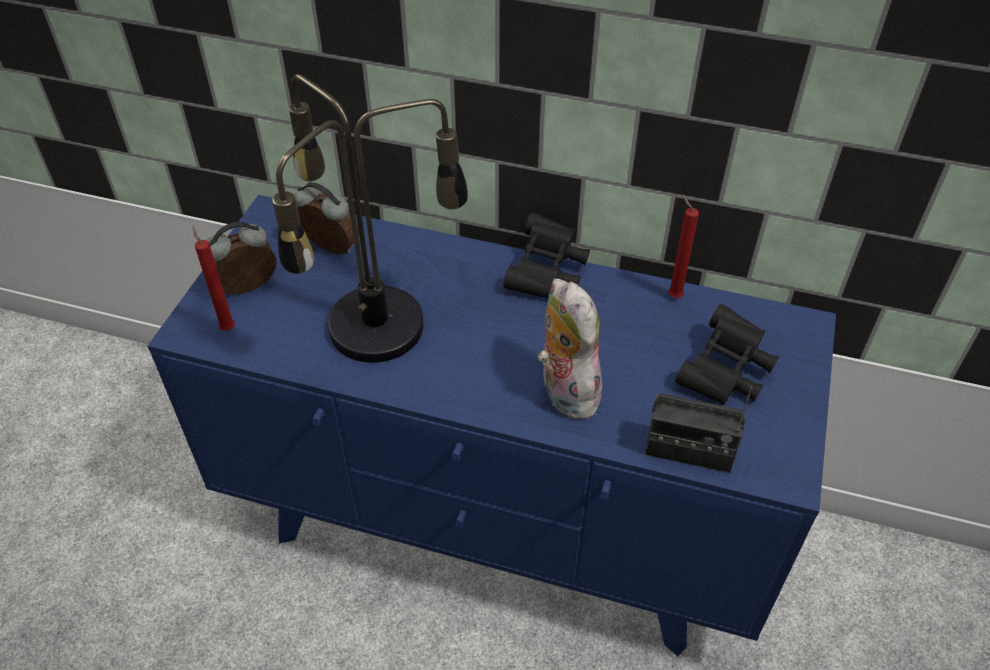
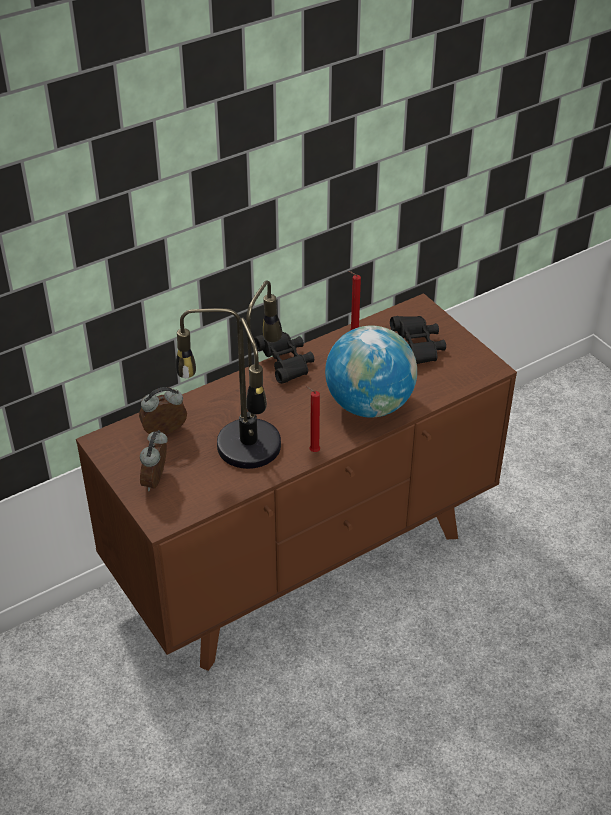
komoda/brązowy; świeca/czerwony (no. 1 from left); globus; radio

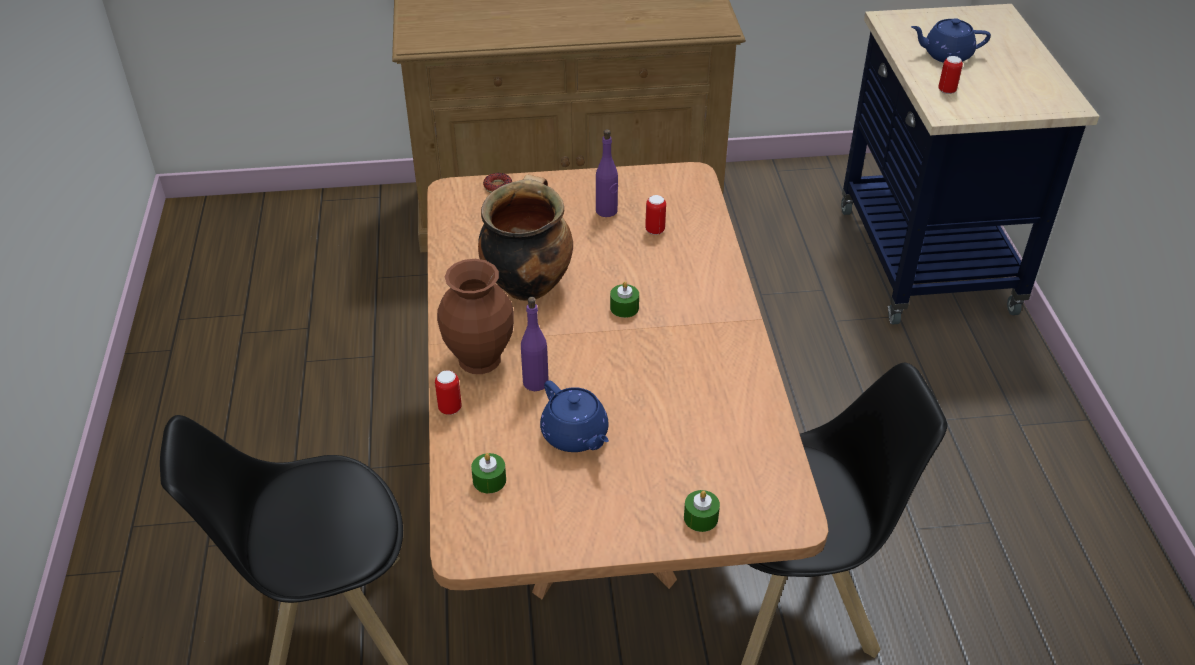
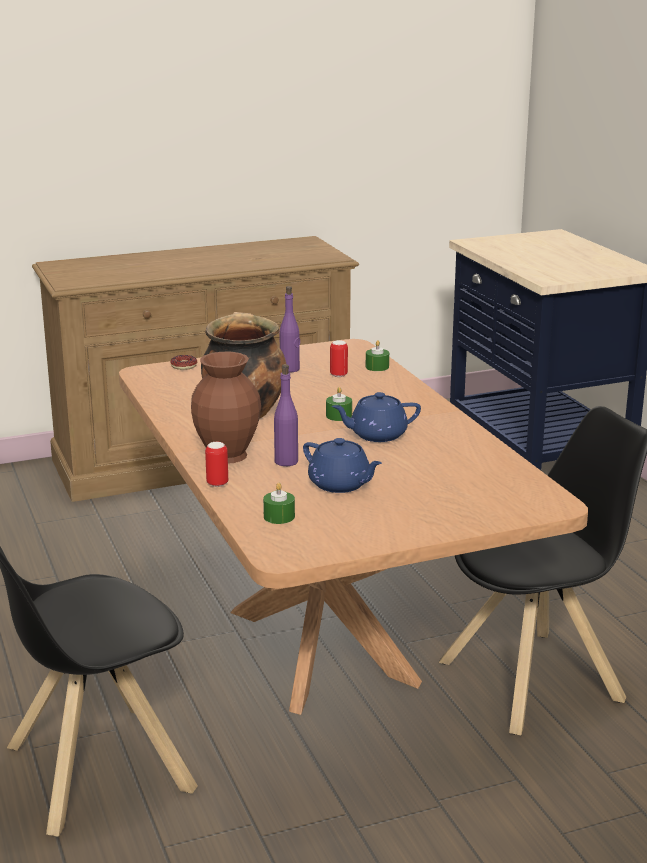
imbryk/niebieski (no. 2 from left); puszka (no. 3 from left in the first image); świeca/zielony (no. 3 from left)

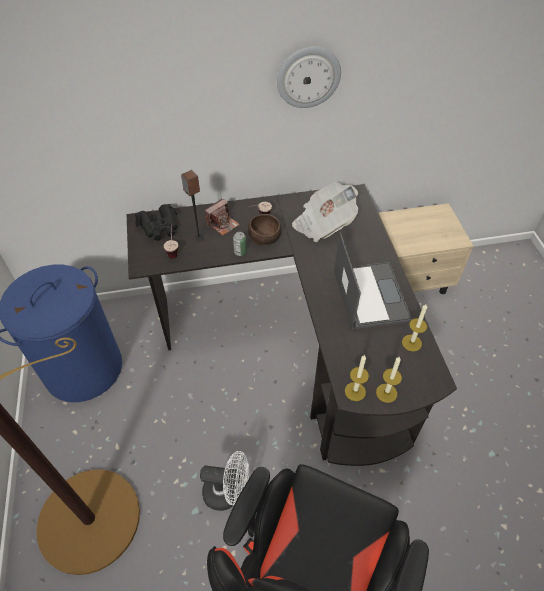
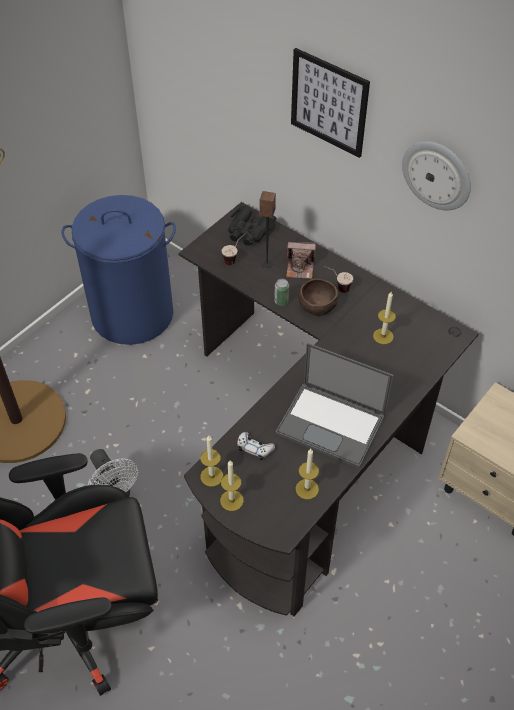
świeca (no. 4 from left); laptop; obraz; pad do gier/biały

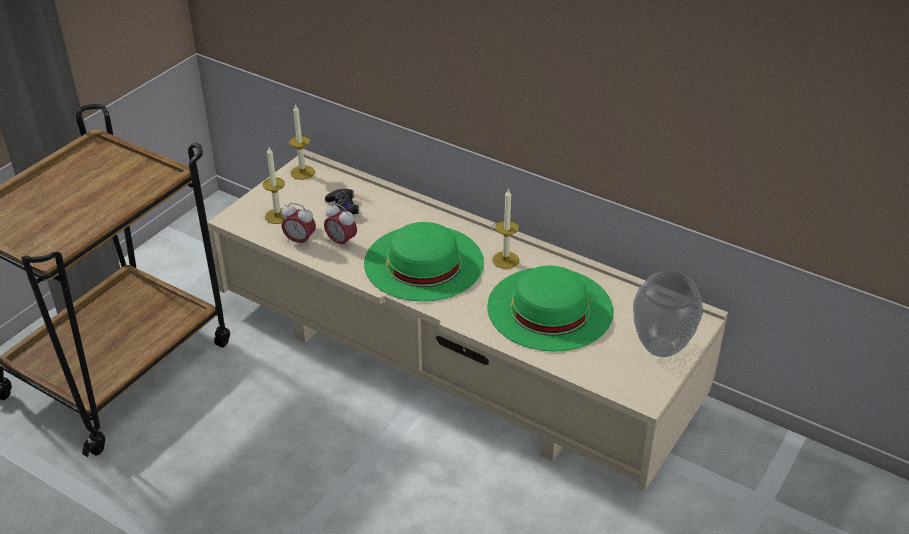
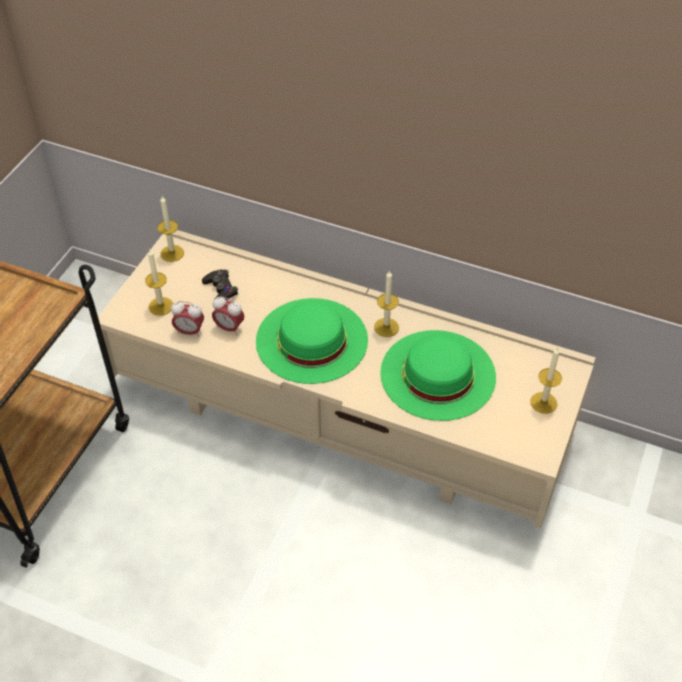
świeca (no. 4 from left)

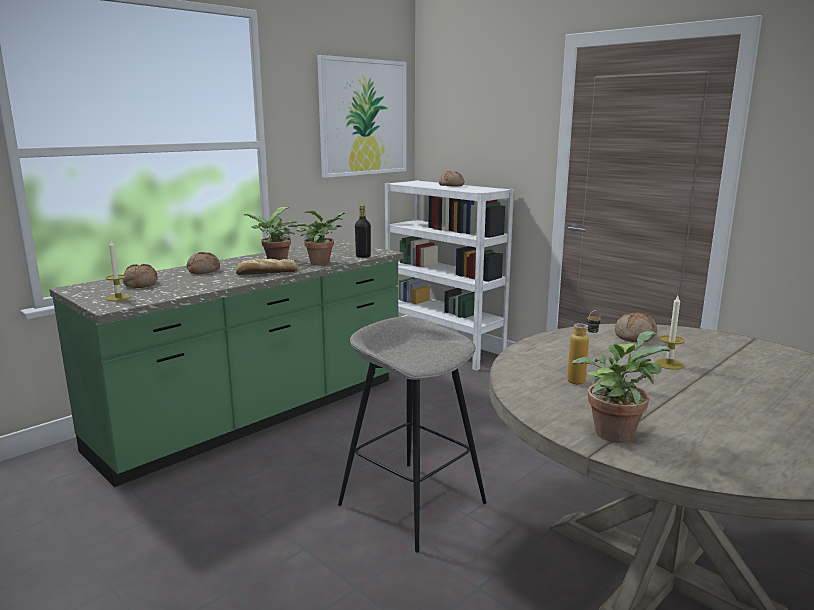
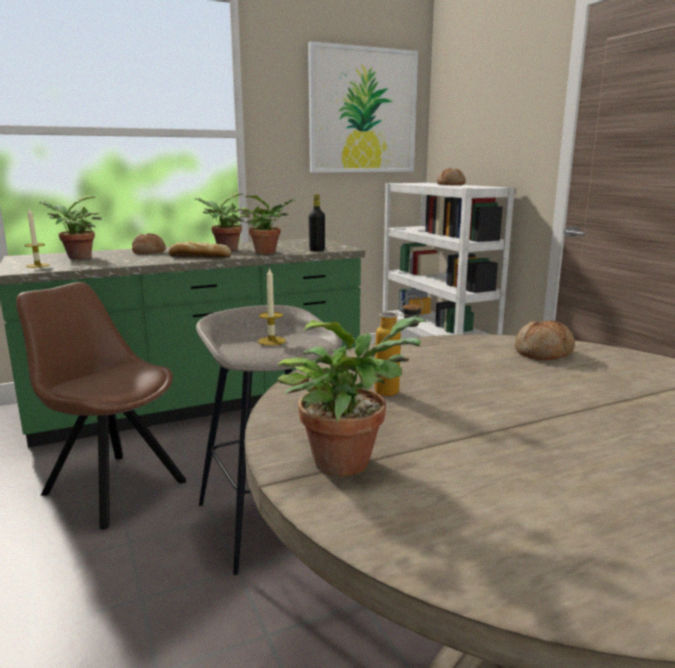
roślina doniczkowa (no. 1 from left); świeca (no. 2 from left); krzesło/brązowy

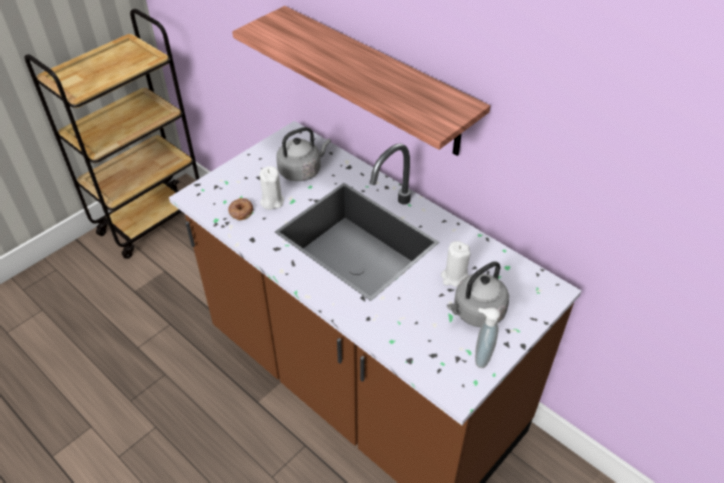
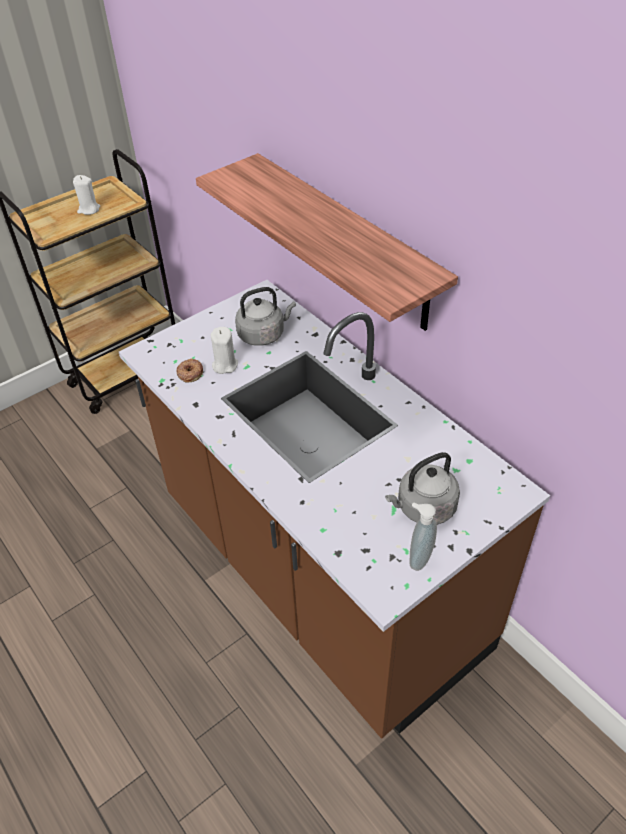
świeca/biały (no. 1 from left)

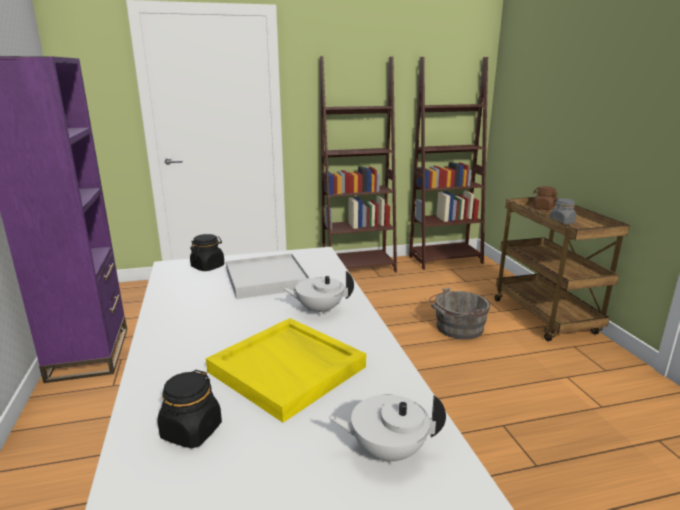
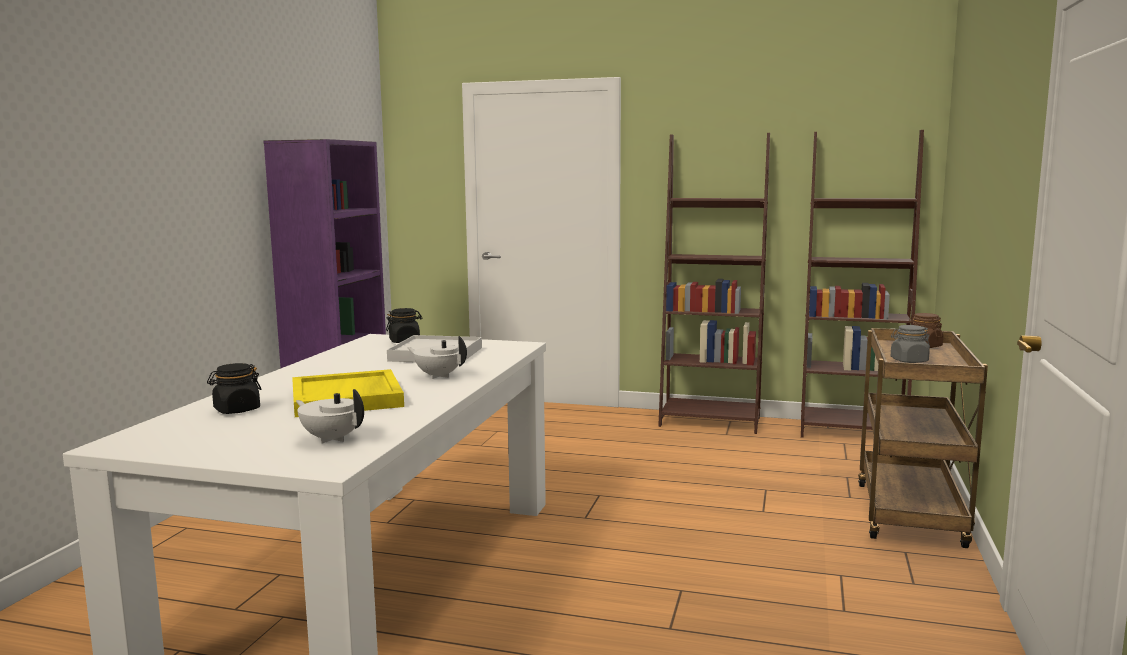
wiadro/szary

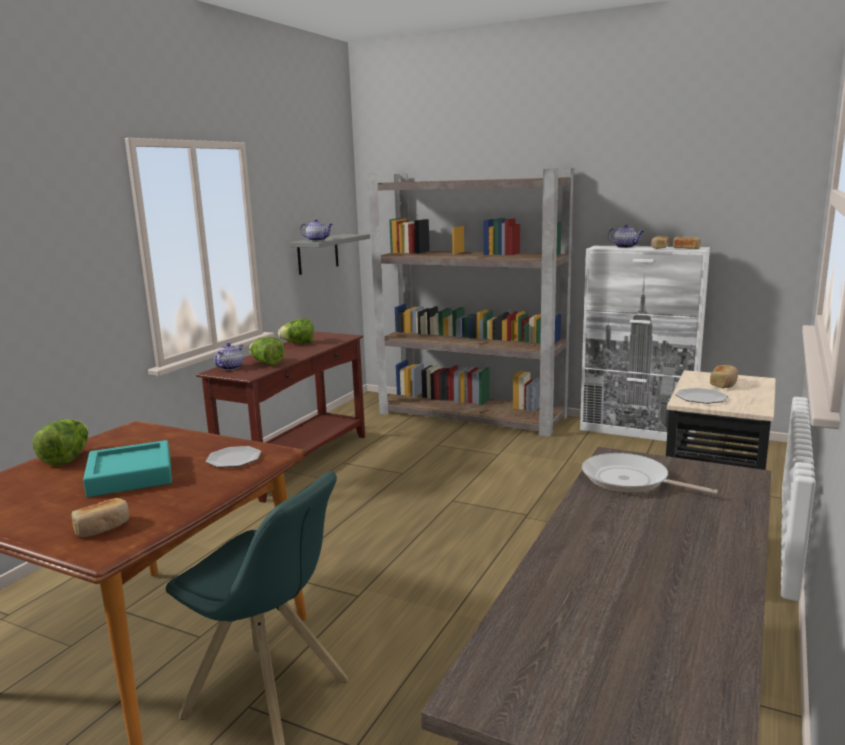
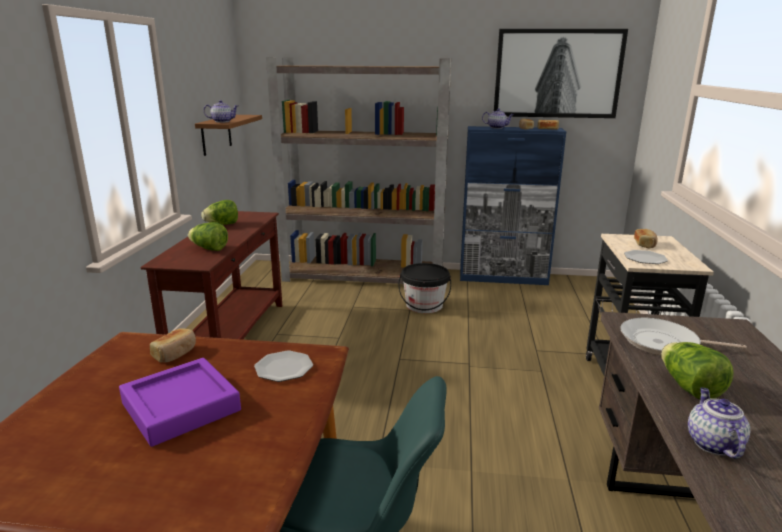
półka/brązowy; szafka/niebieski; imbryk (no. 3 from left); sałata (no. 3 from left); taca/fioletowy; chleb (no. 1 from left); obraz; wiadro/czarny

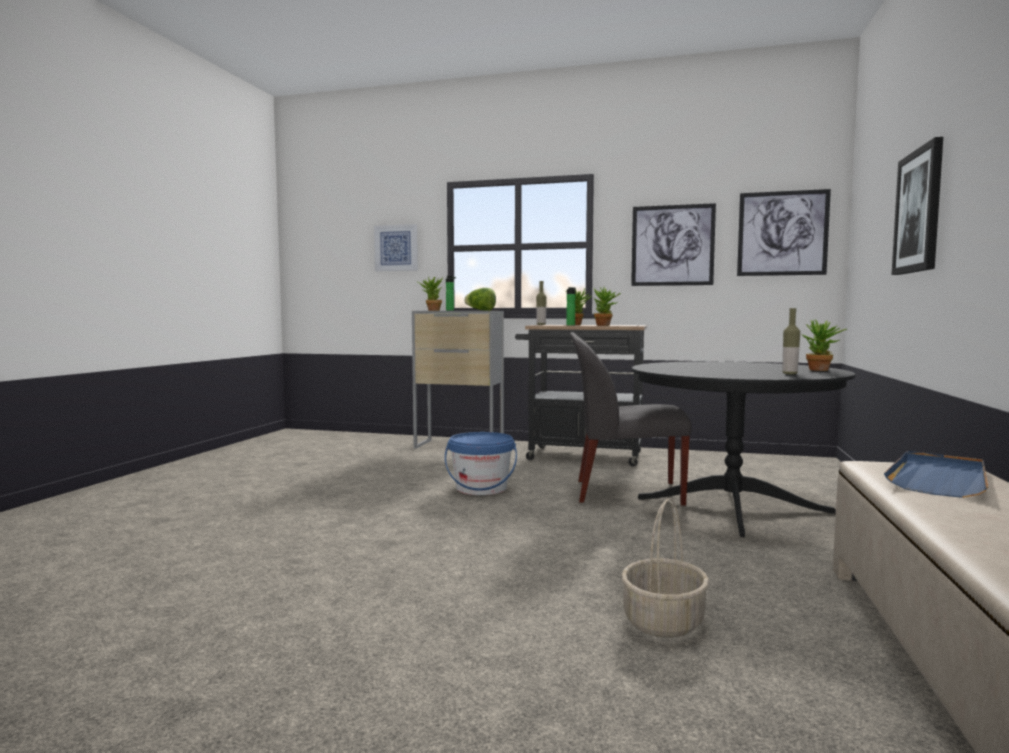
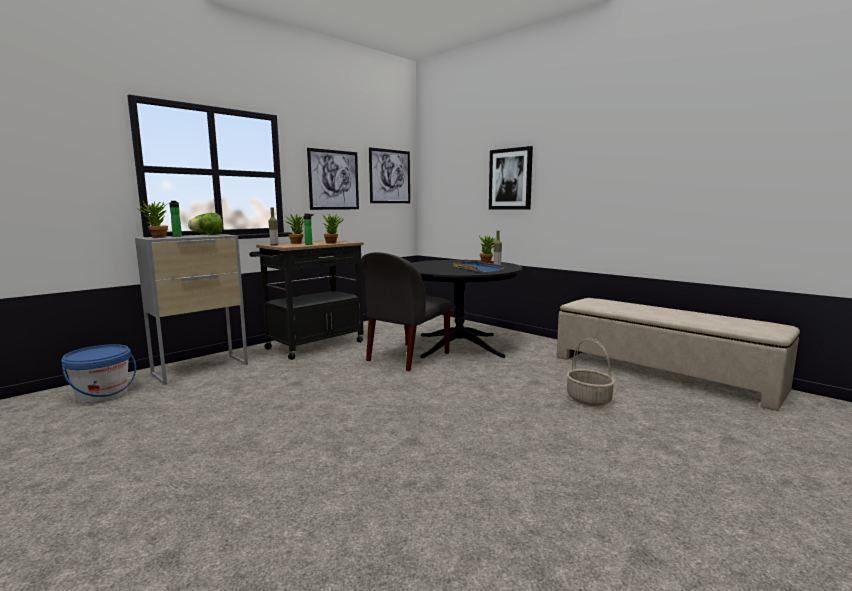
obraz (no. 1 from left in the first image); wiadro/niebieski; taca/niebieski

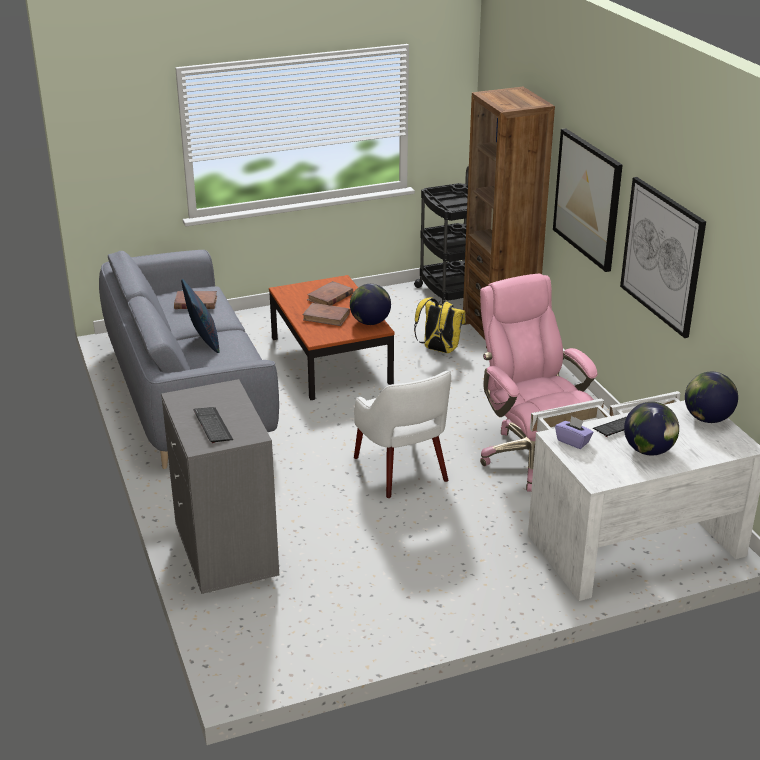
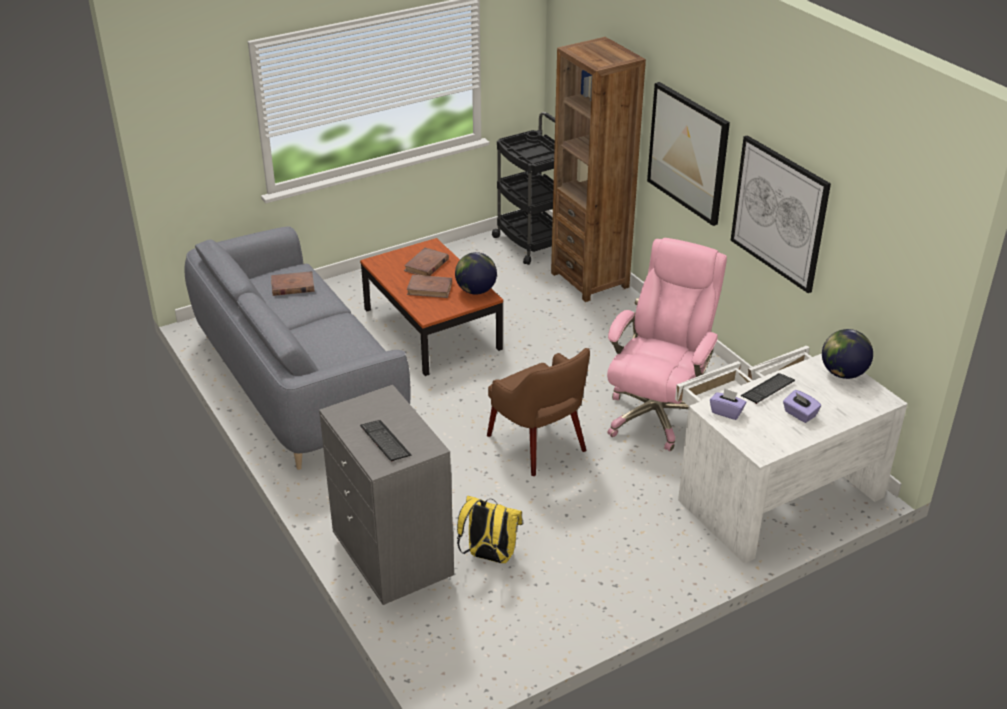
krzesło biurowe/różowy; poduszka/niebieski; plecak/żółty; fotel/brązowy; pudełko chusteczek/fioletowy (no. 2 from left)

